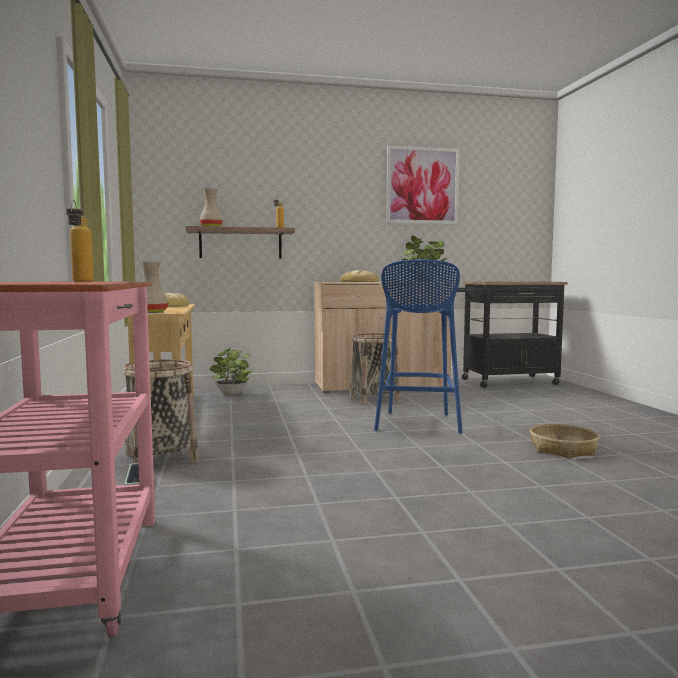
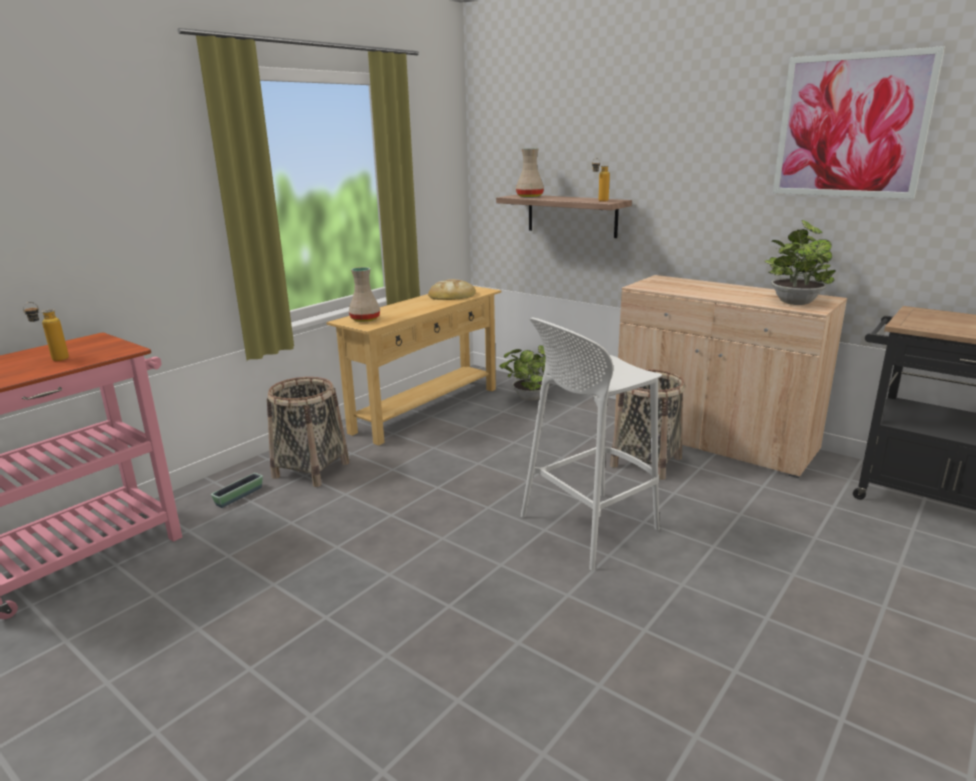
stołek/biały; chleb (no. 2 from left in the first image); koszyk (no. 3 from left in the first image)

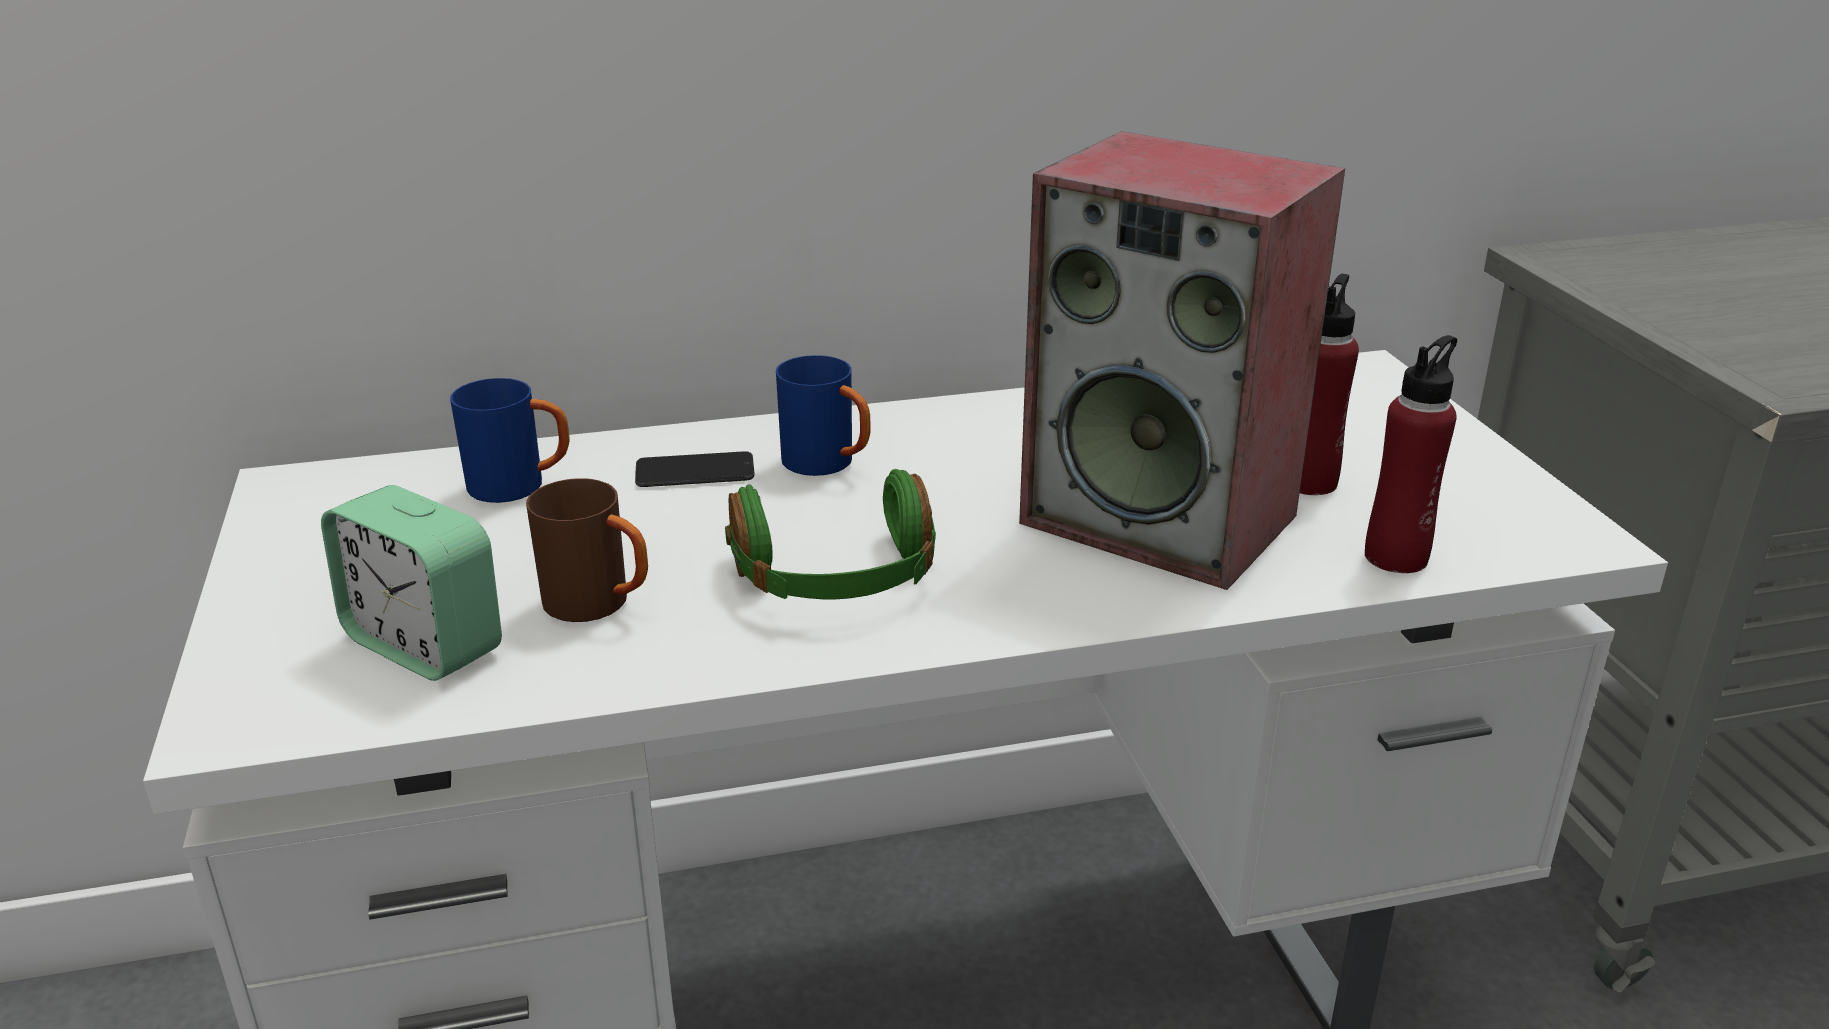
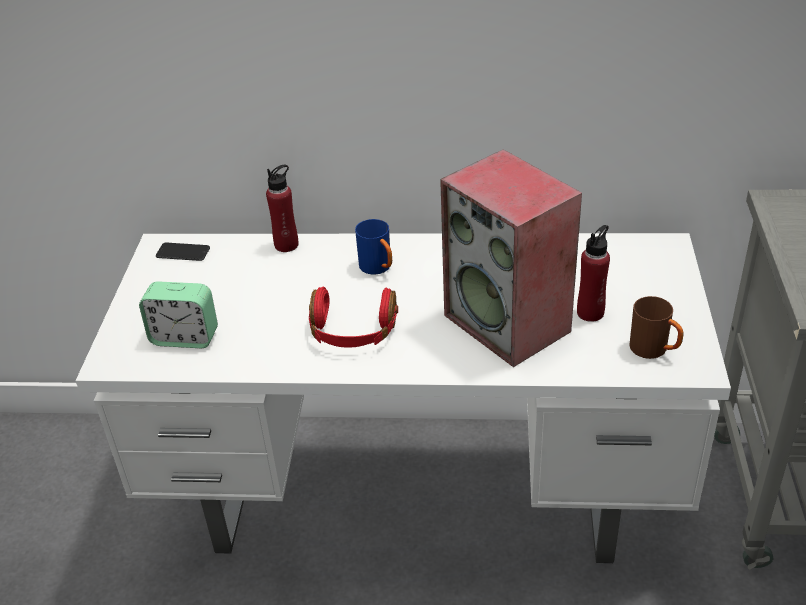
butelka/czerwony (no. 1 from left); kubek/niebieski (no. 1 from left in the first image); telefon; słuchawki/czerwony; kubek/brązowy; budzik

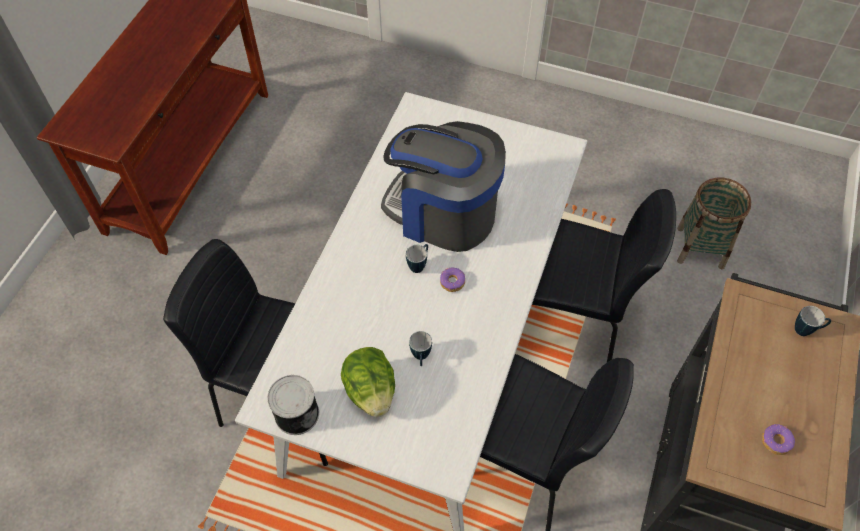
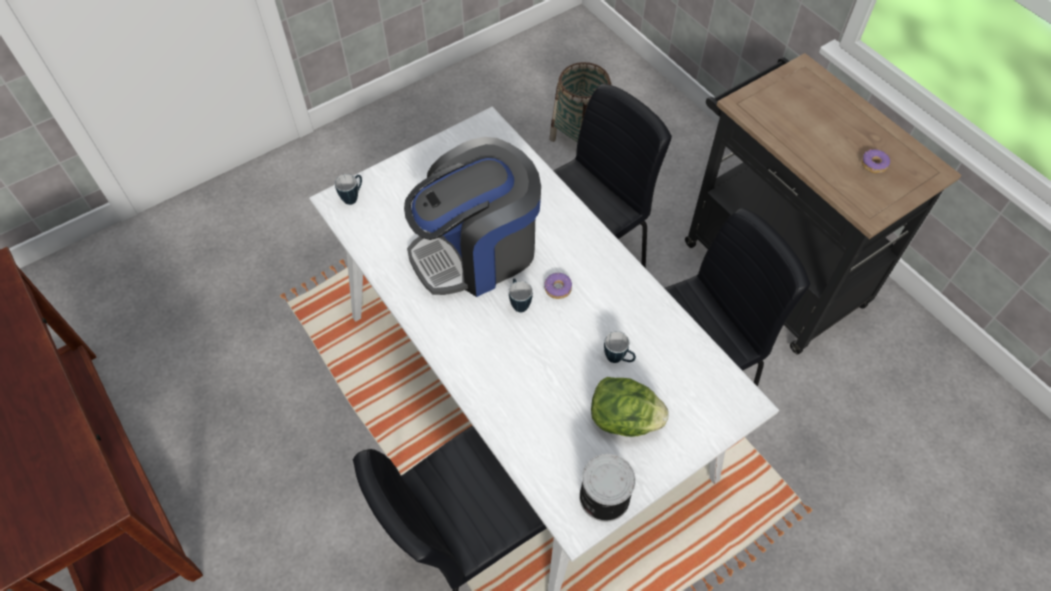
kubek (no. 1 from left)

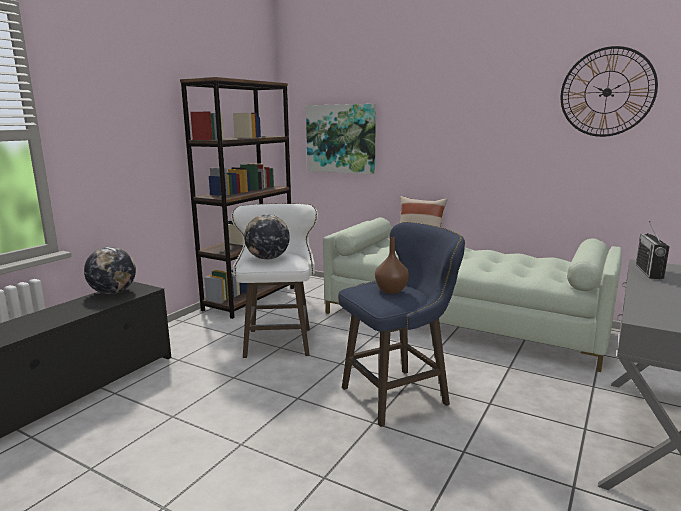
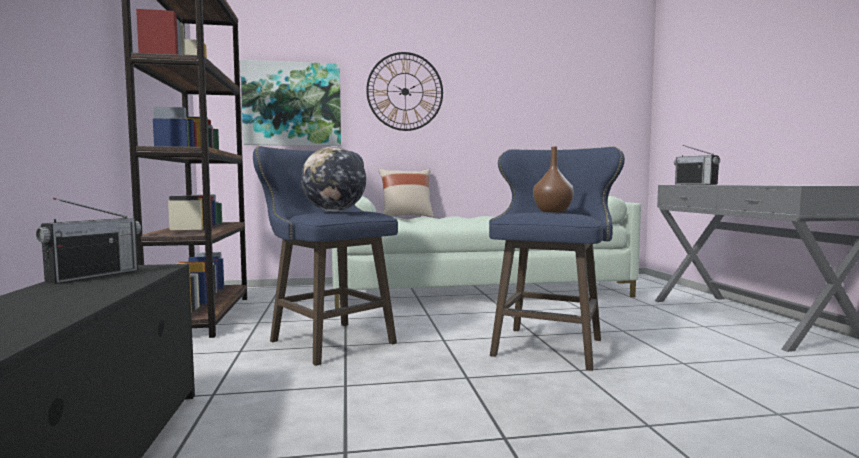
zegar ścienny; stołek/niebieski (no. 1 from left); radio (no. 1 from left)

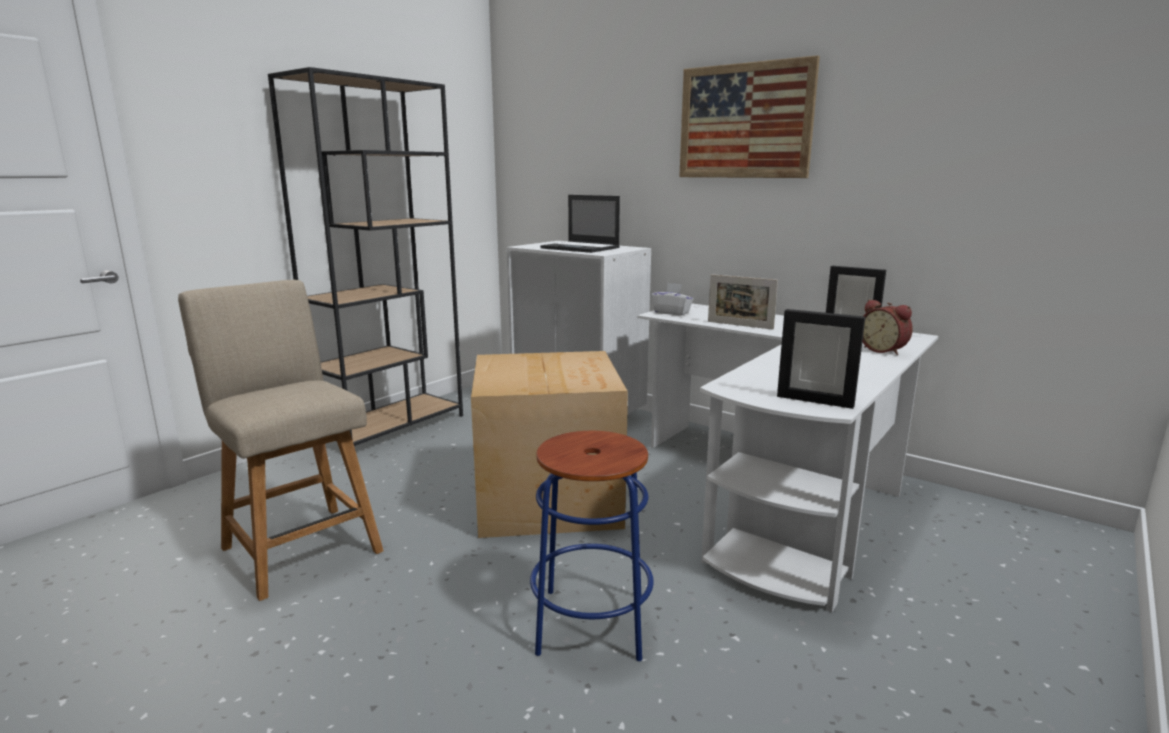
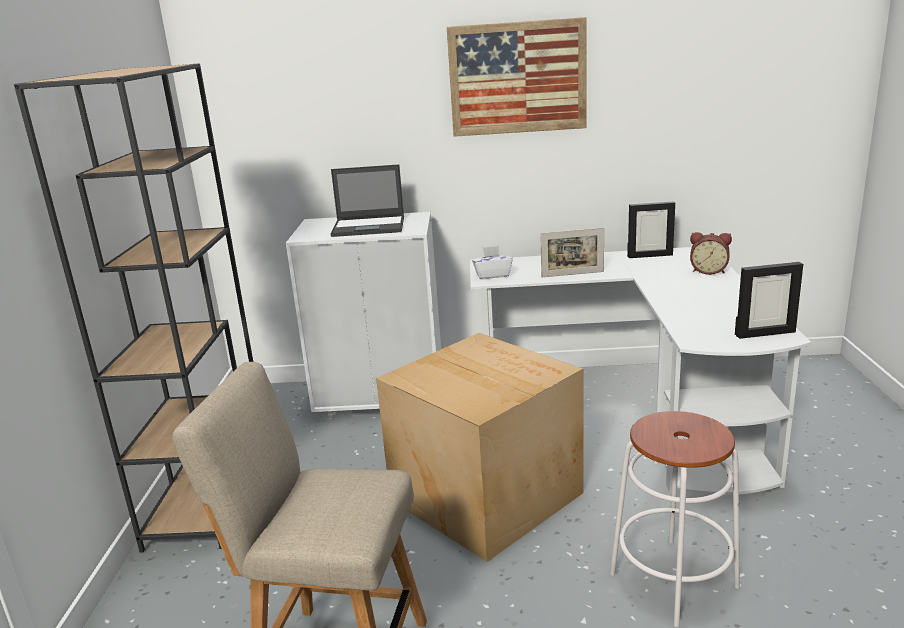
stołek/biały

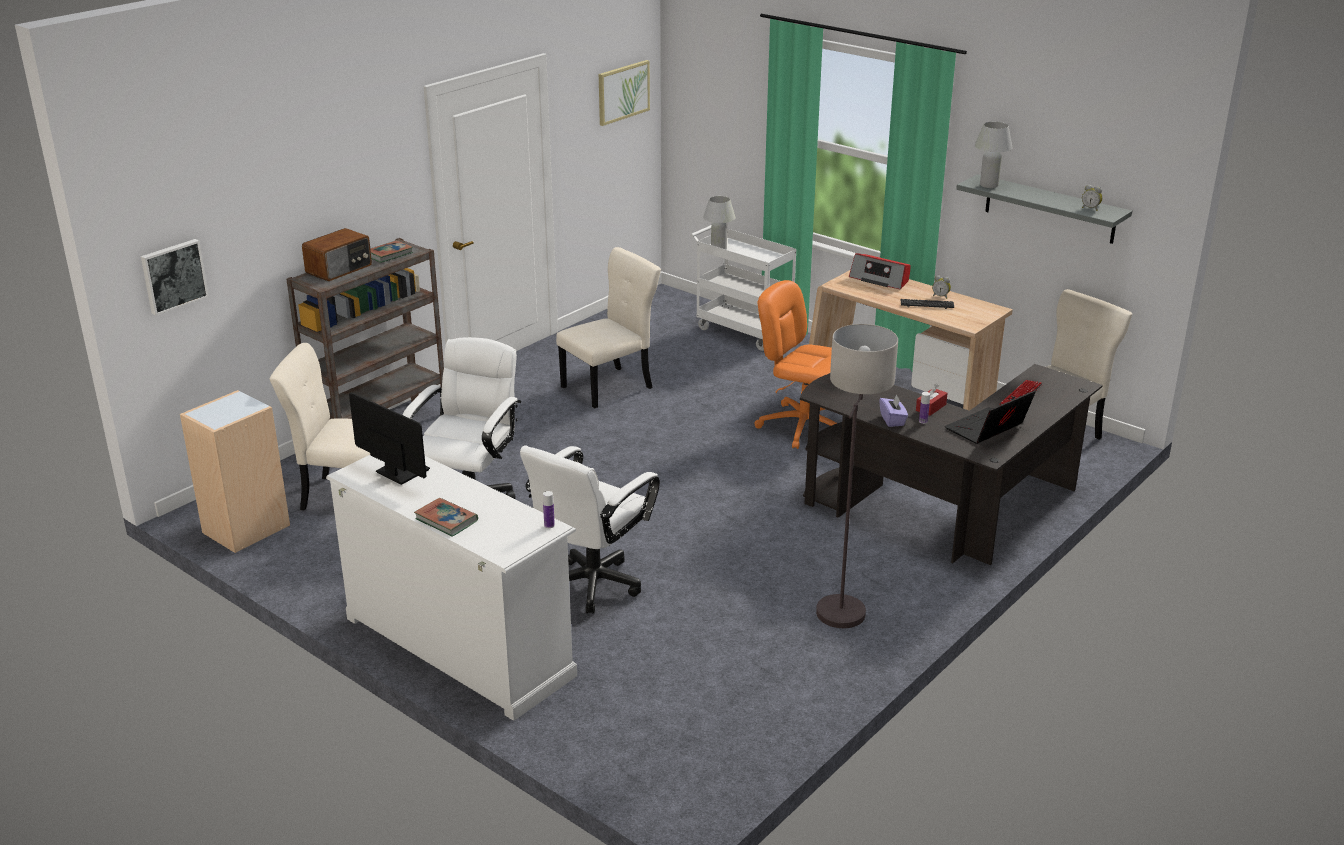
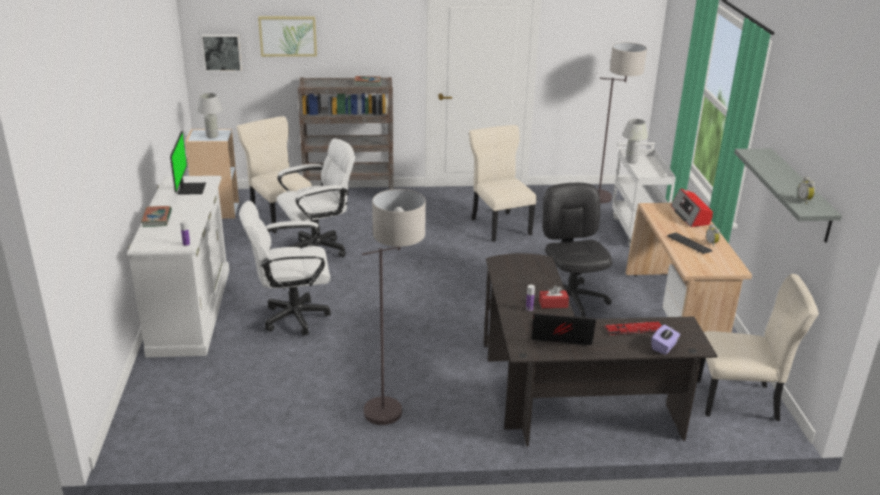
obraz (no. 2 from left); lampa stołowa/biały (no. 1 from left); radio (no. 1 from left in the first image); krzesło/beżowy (no. 2 from left); krzesło biurowe/czarny; pudełko chusteczek/fioletowy; lampa stojąca/szary (no. 2 from left)

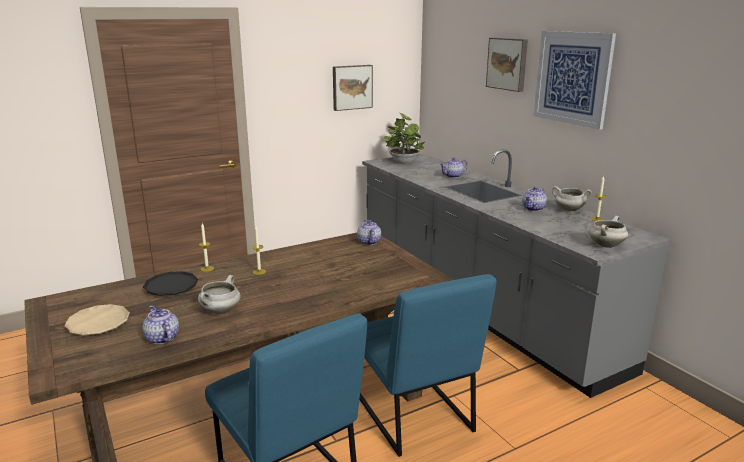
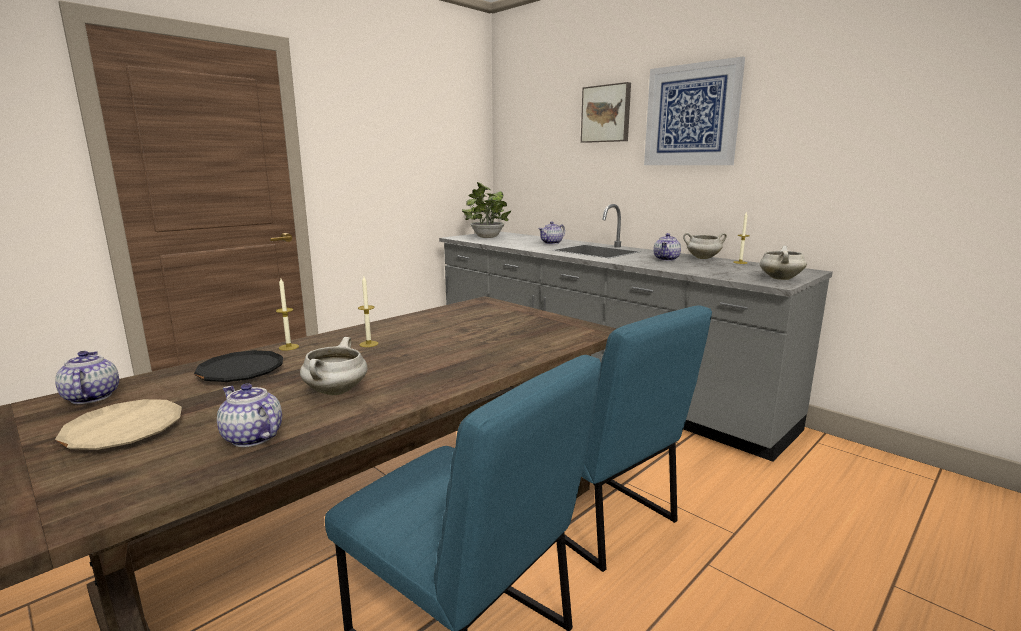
obraz (no. 1 from left in the first image); imbryk (no. 1 from left)

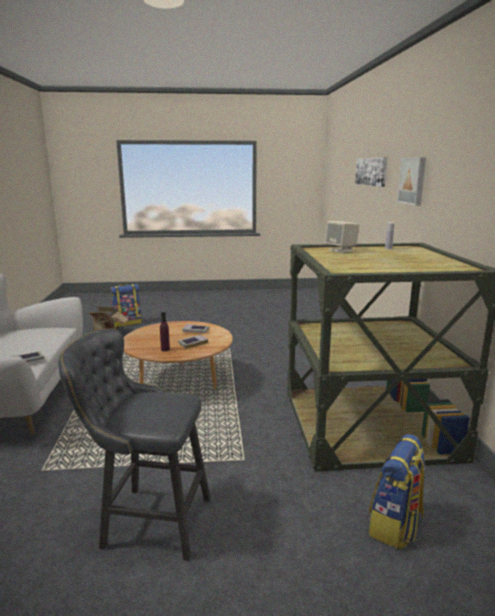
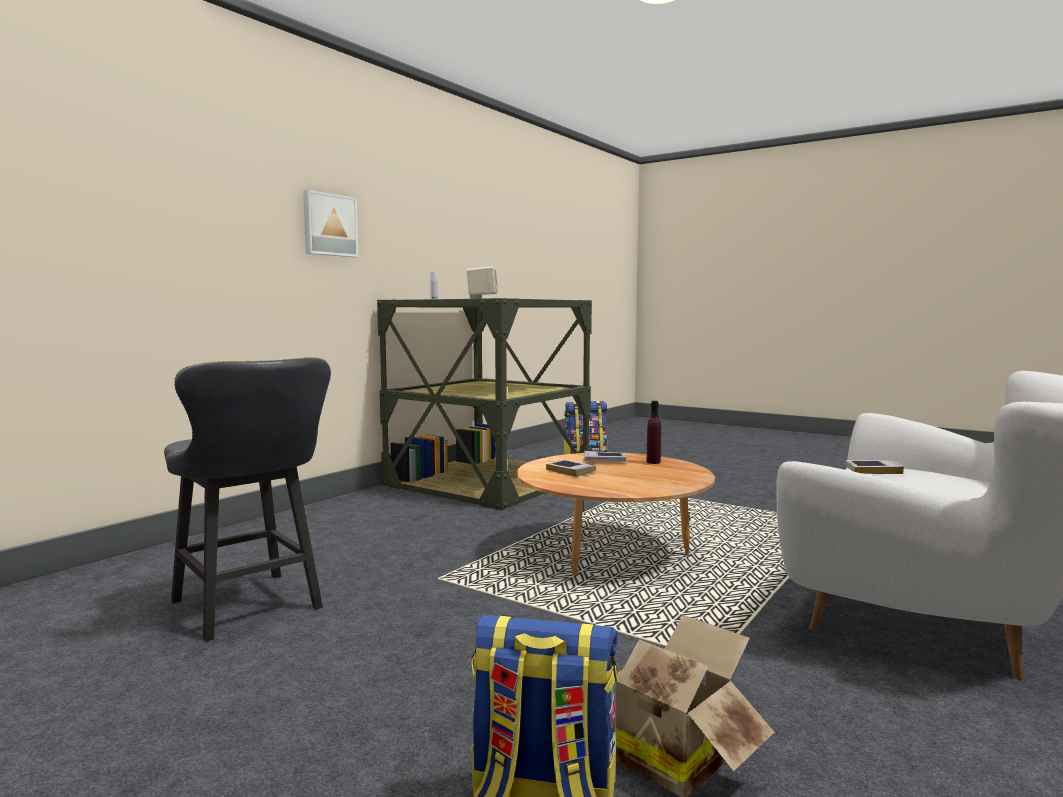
obraz (no. 1 from left in the first image); stołek/szary

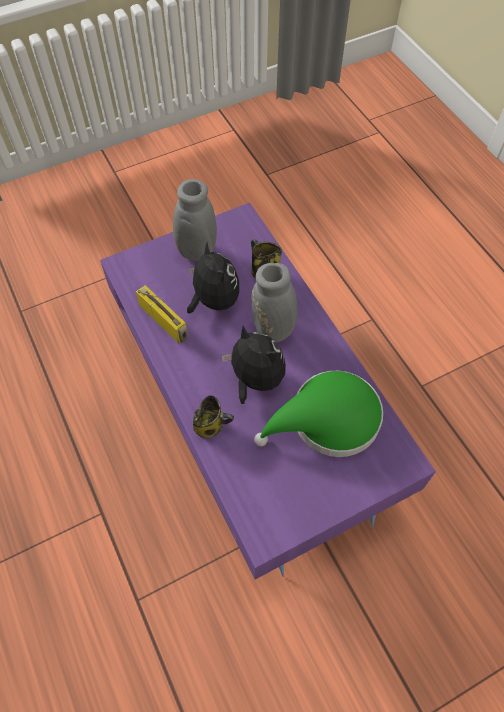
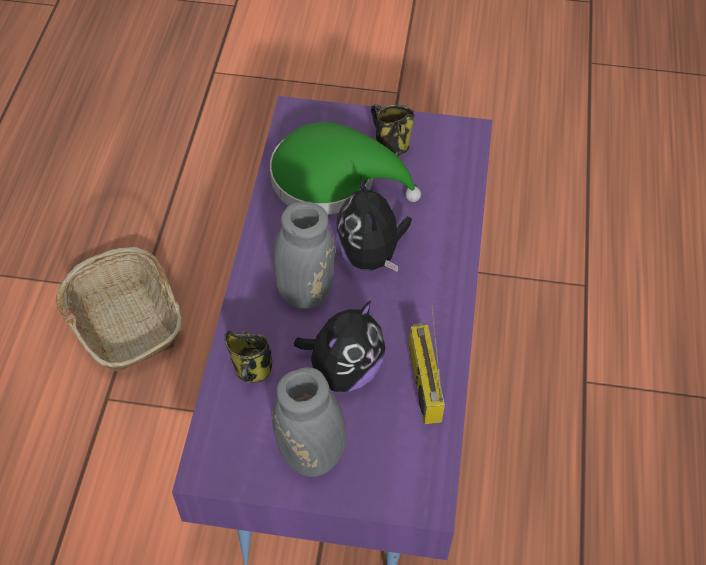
pluszak (no. 1 from left); kubek (no. 2 from left); koszyk

